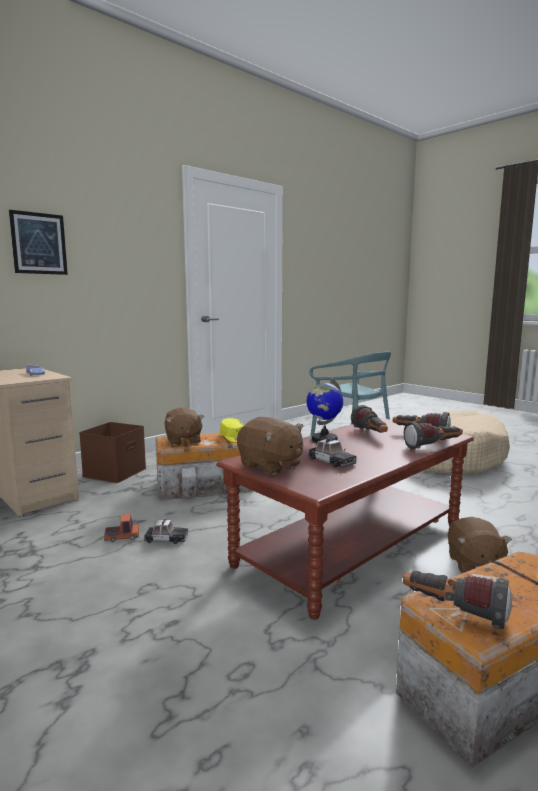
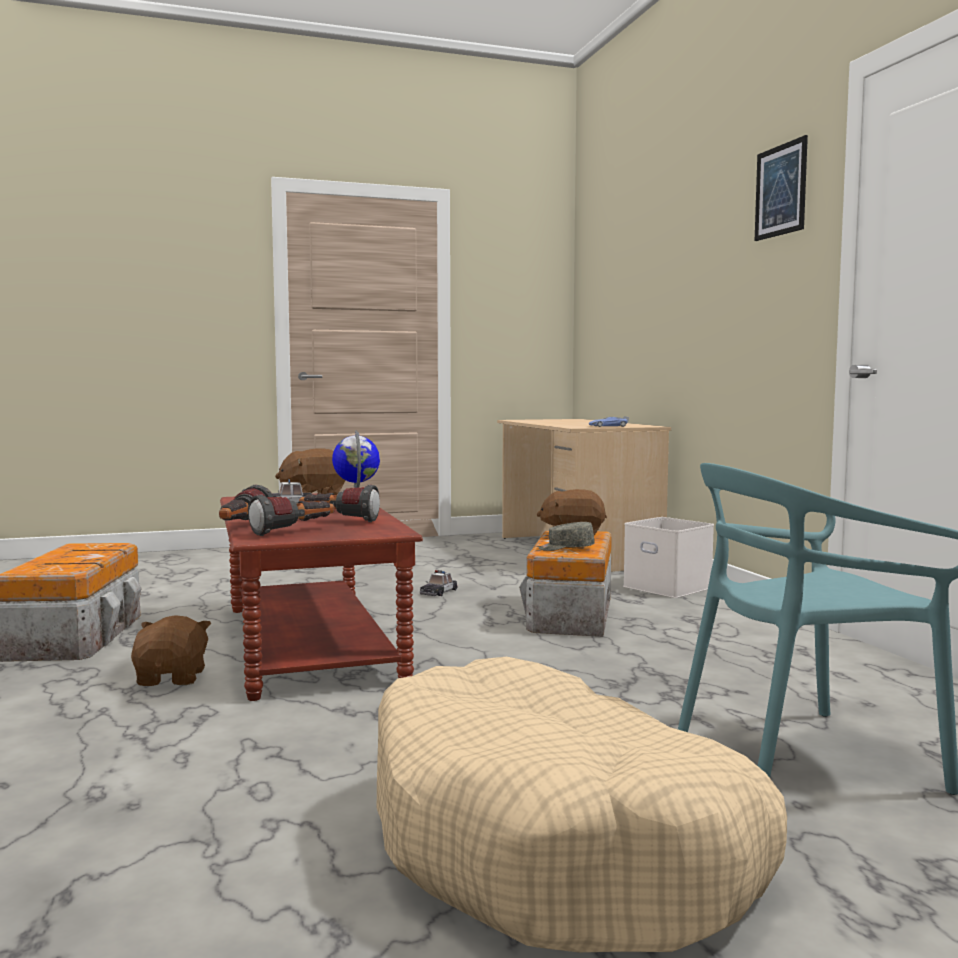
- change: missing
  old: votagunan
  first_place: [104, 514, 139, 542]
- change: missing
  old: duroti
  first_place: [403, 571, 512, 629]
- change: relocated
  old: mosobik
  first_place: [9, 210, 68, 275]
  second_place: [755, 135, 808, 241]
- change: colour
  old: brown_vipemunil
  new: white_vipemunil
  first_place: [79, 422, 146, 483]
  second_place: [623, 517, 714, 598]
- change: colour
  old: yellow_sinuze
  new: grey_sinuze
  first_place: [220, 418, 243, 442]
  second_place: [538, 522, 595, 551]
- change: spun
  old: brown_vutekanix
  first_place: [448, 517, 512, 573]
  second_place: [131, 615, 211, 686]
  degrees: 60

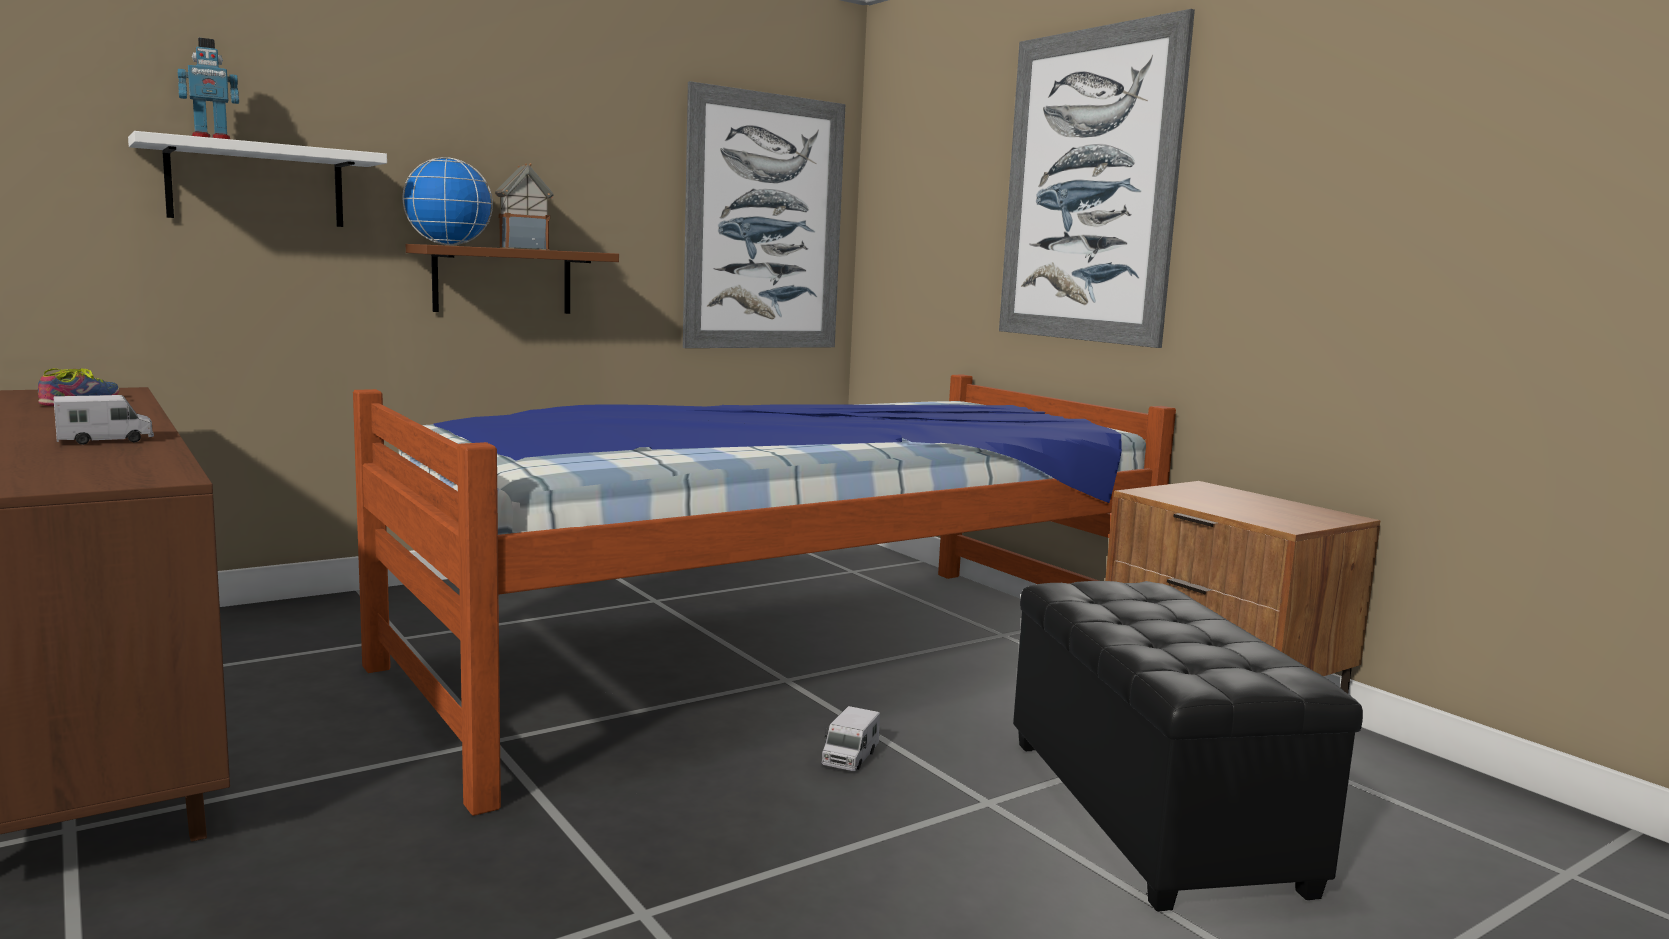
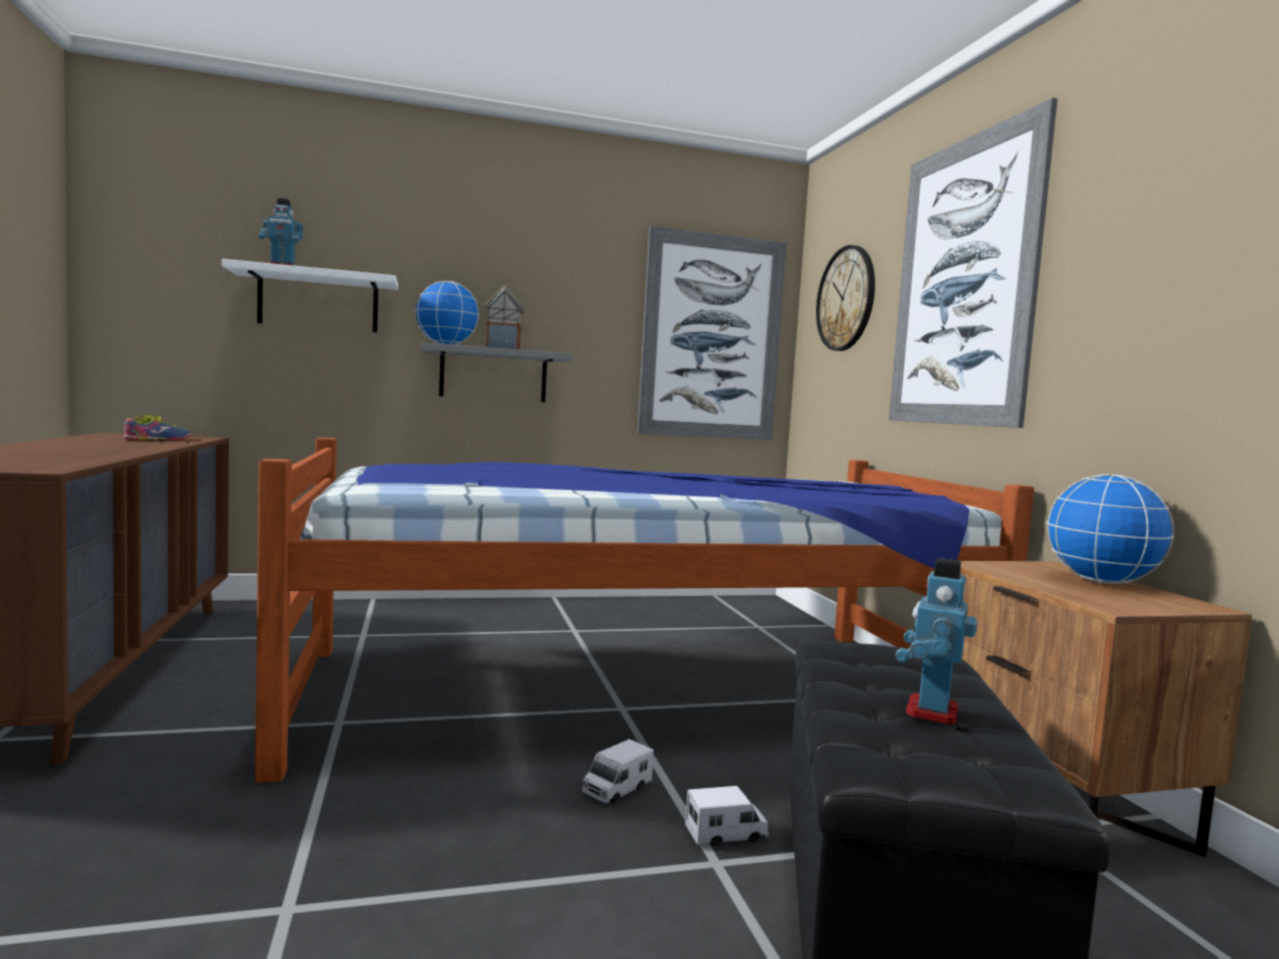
- change: appeared
  new: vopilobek
  second_place: [816, 245, 875, 351]
- change: appeared
  new: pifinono
  second_place: [895, 558, 977, 726]
- change: appeared
  new: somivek
  second_place: [1046, 474, 1174, 584]
- change: relocated
  old: votagunan
  first_place: [54, 395, 154, 445]
  second_place: [685, 786, 769, 846]
- change: colour
  old: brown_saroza
  new: grey_saroza
  first_place: [406, 244, 619, 314]
  second_place: [421, 342, 574, 402]

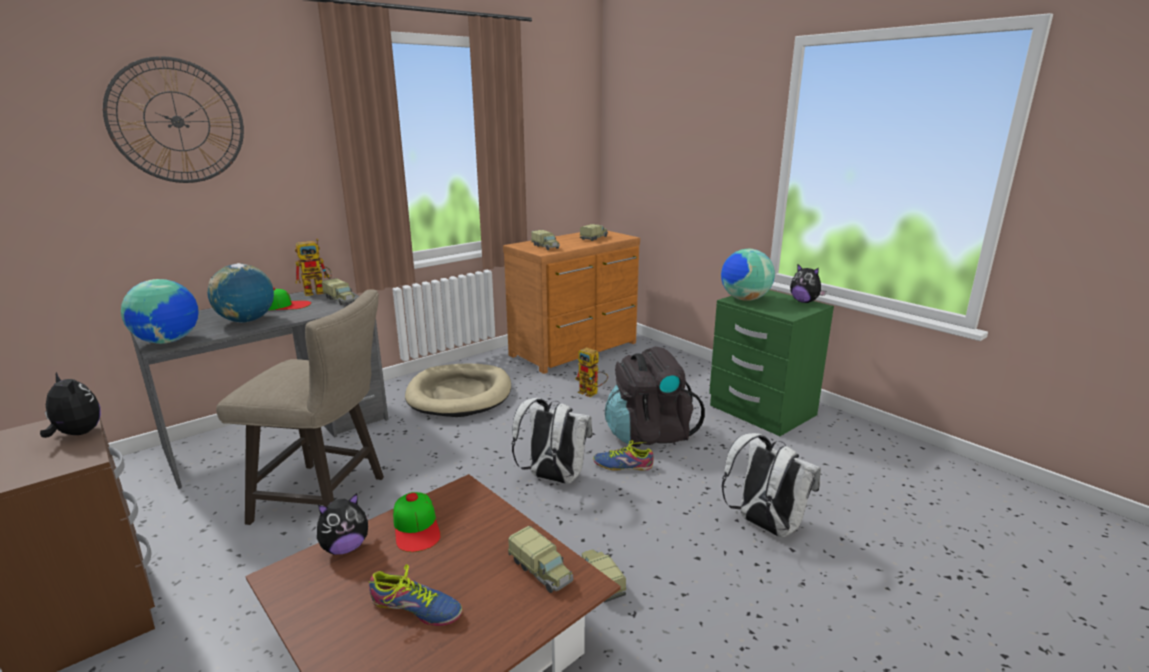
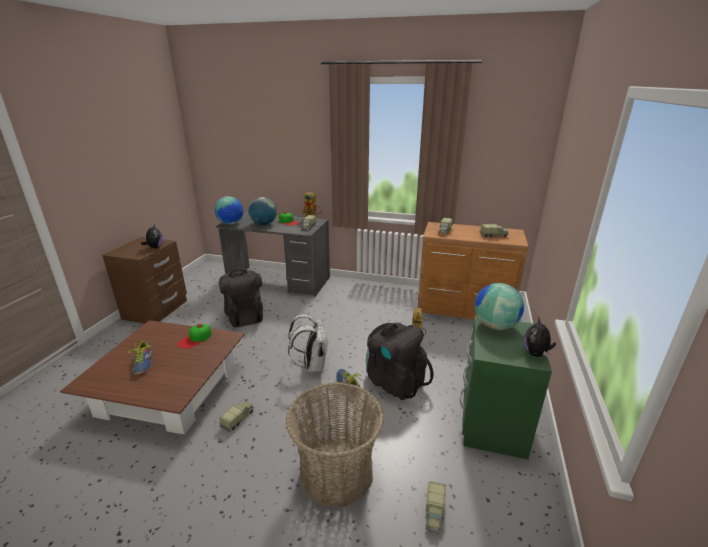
- change: missing
  old: vopilobek
  first_place: [103, 56, 244, 183]
- change: missing
  old: vutekanix
  first_place: [317, 493, 368, 555]
- change: missing
  old: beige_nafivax
  first_place: [405, 364, 511, 417]
- change: relocated
  old: votagunan
  first_place: [508, 526, 574, 593]
  second_place: [426, 481, 446, 534]
- change: exchanged
  old: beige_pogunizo
  new: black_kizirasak
  first_place: [216, 290, 384, 525]
  second_place: [219, 268, 263, 328]
- change: exchanged
  old: white_kizirasak
  new: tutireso
  first_place: [722, 433, 821, 538]
  second_place: [286, 382, 384, 507]

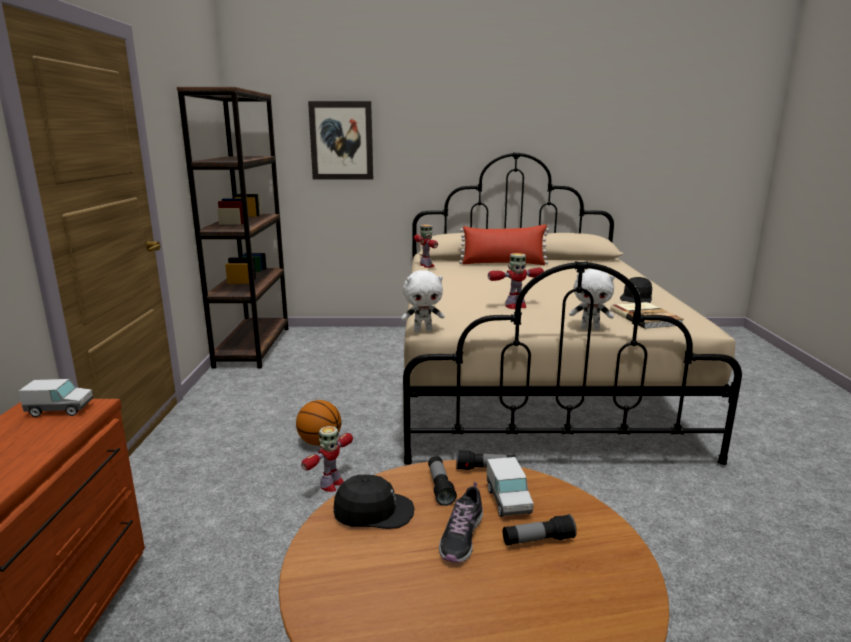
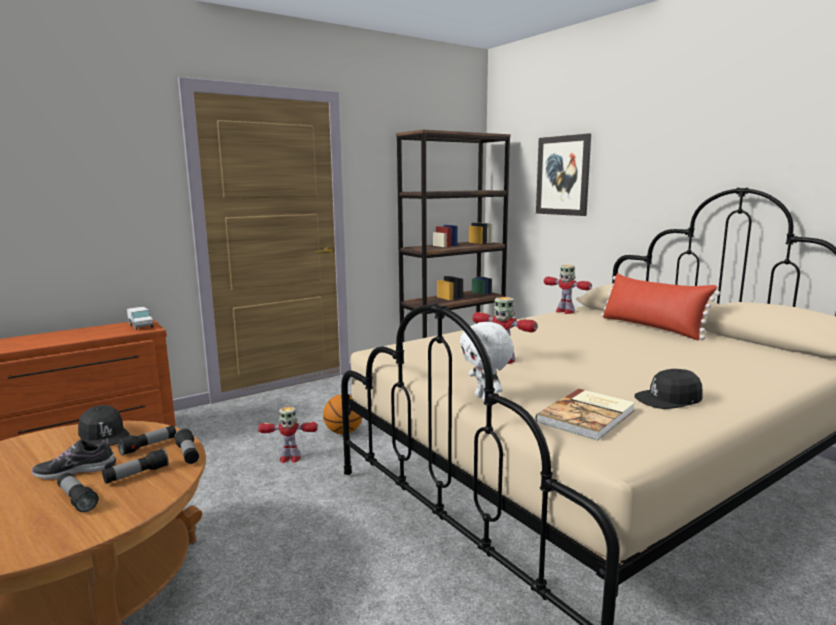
- change: missing
  old: white_vutekanix
  first_place: [401, 270, 445, 333]
- change: exchanged
  old: votagunan
  new: duroti
  first_place: [487, 457, 534, 517]
  second_place: [102, 448, 169, 484]
- change: spun
  old: pifinono
  first_place: [414, 225, 438, 268]
  second_place: [544, 265, 592, 314]
  degrees: 105

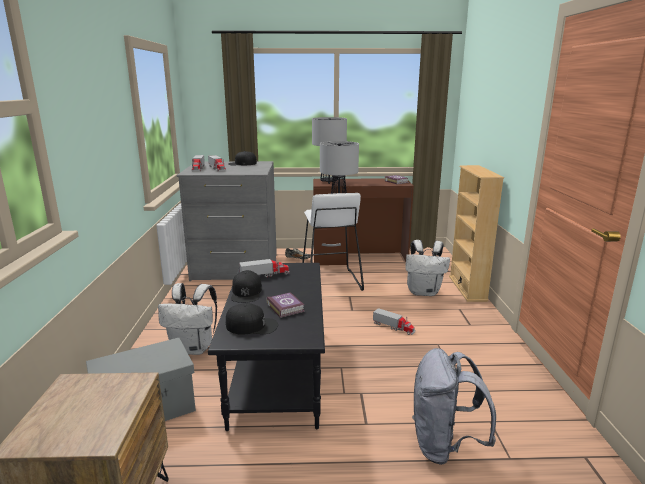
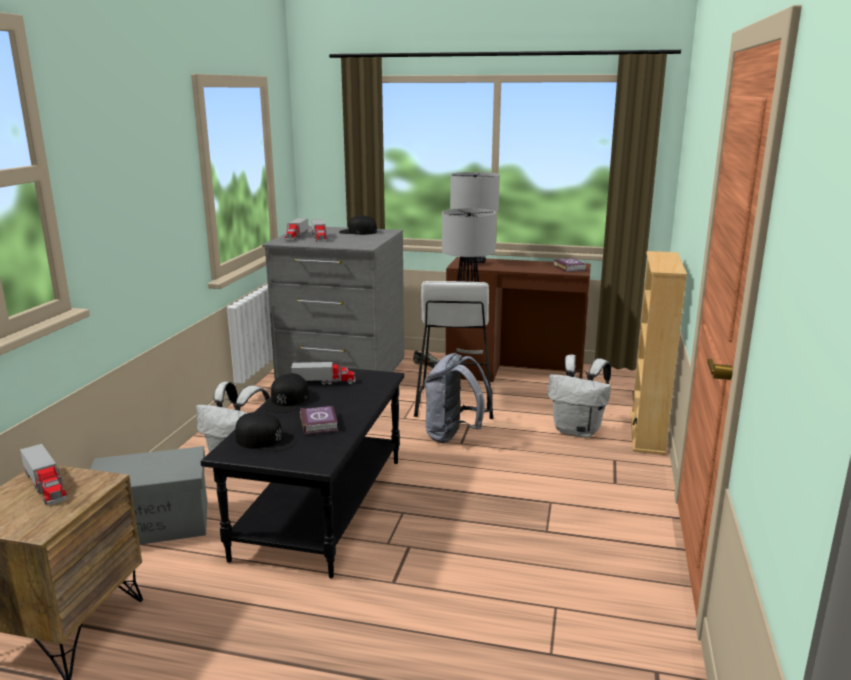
- change: relocated
  old: votagunan
  first_place: [373, 308, 415, 335]
  second_place: [20, 444, 67, 505]
- change: relocated
  old: grey_kizirasak
  first_place: [412, 348, 496, 465]
  second_place: [424, 353, 492, 443]

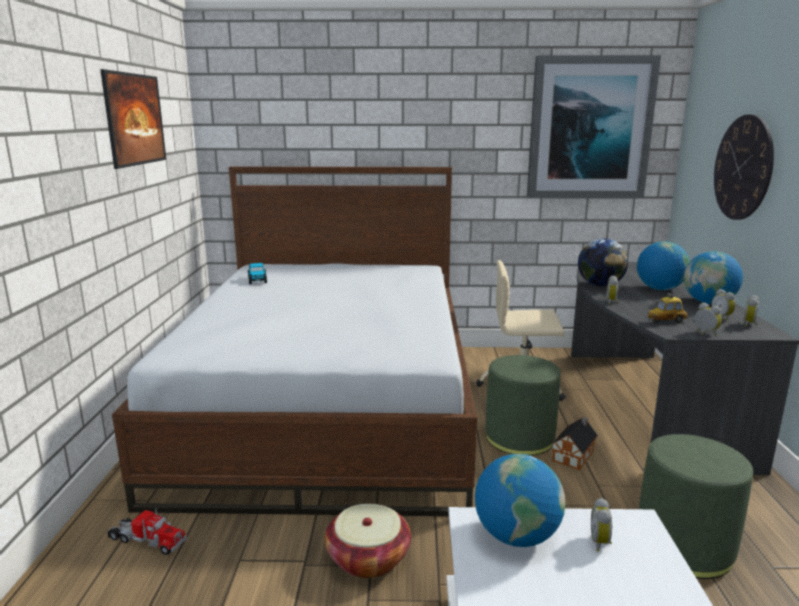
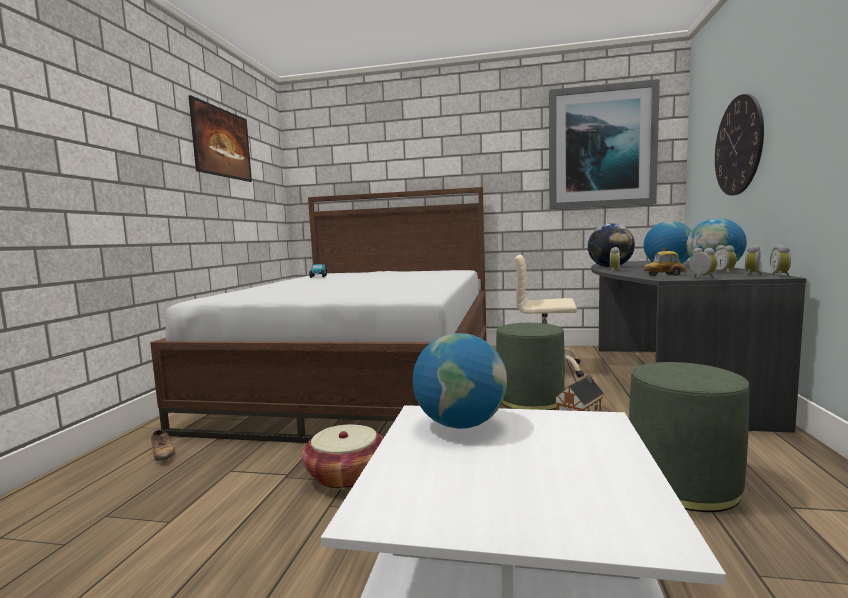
- change: relocated
  old: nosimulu
  first_place: [591, 498, 612, 552]
  second_place: [770, 245, 791, 277]
- change: exchanged
  old: votagunan
  new: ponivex
  first_place: [107, 508, 187, 555]
  second_place: [151, 430, 175, 461]

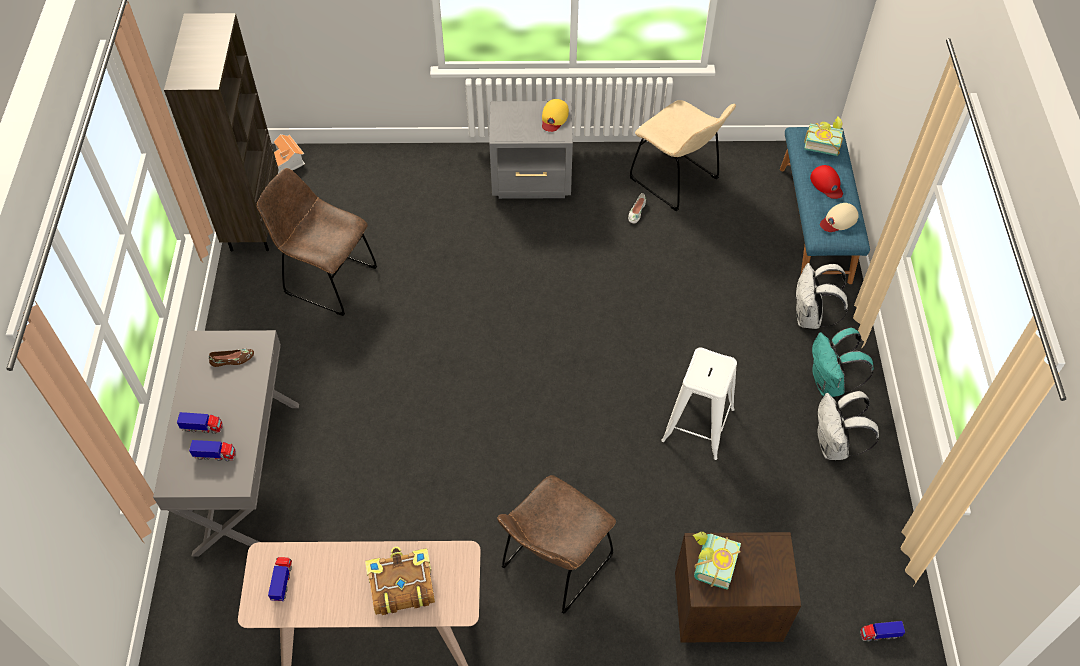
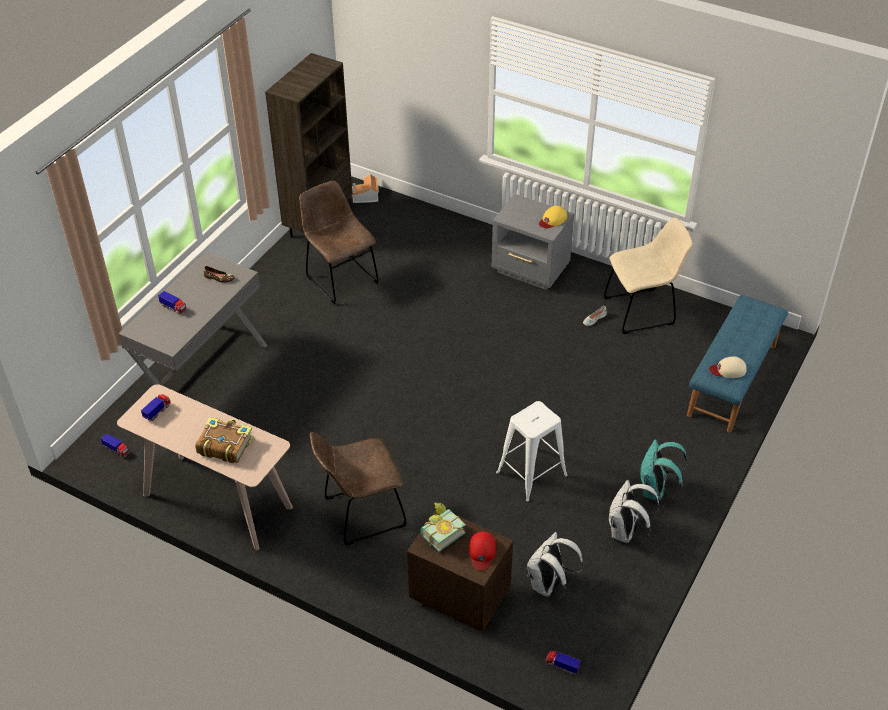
- change: missing
  old: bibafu
  first_place: [804, 116, 843, 156]
- change: relocated
  old: votagunan
  first_place: [189, 440, 236, 461]
  second_place: [101, 433, 129, 457]
- change: relocated
  old: white_kizirasak
  first_place: [795, 263, 848, 329]
  second_place: [526, 532, 583, 598]
- change: relocated
  old: red_sinuze
  first_place: [810, 165, 843, 199]
  second_place: [469, 532, 496, 570]
- change: spun
  old: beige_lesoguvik
  first_place: [629, 100, 736, 211]
  second_place: [604, 217, 693, 334]
  degrees: -90

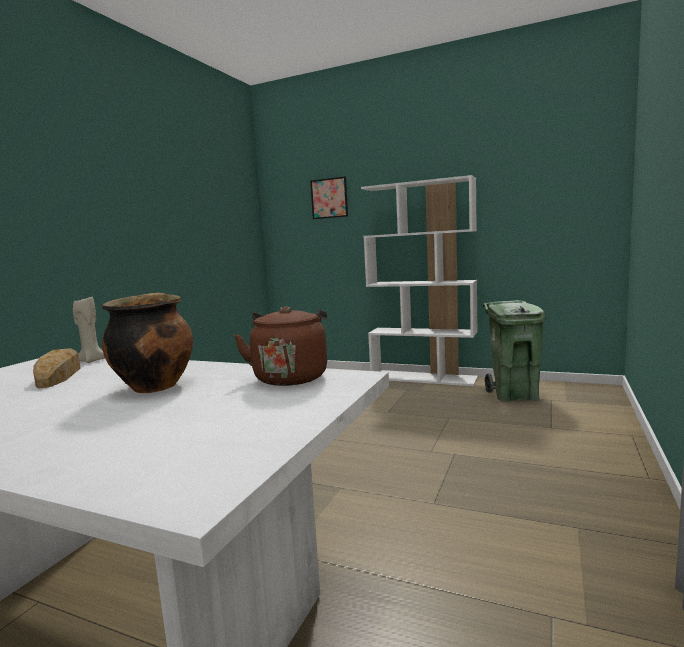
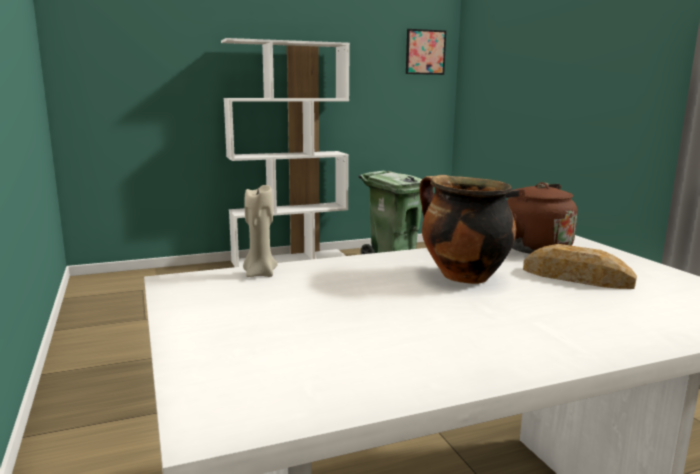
- change: relocated
  old: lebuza
  first_place: [33, 348, 81, 389]
  second_place: [523, 244, 637, 289]
- change: relocated
  old: mosobik
  first_place: [310, 176, 348, 219]
  second_place: [406, 29, 446, 75]

